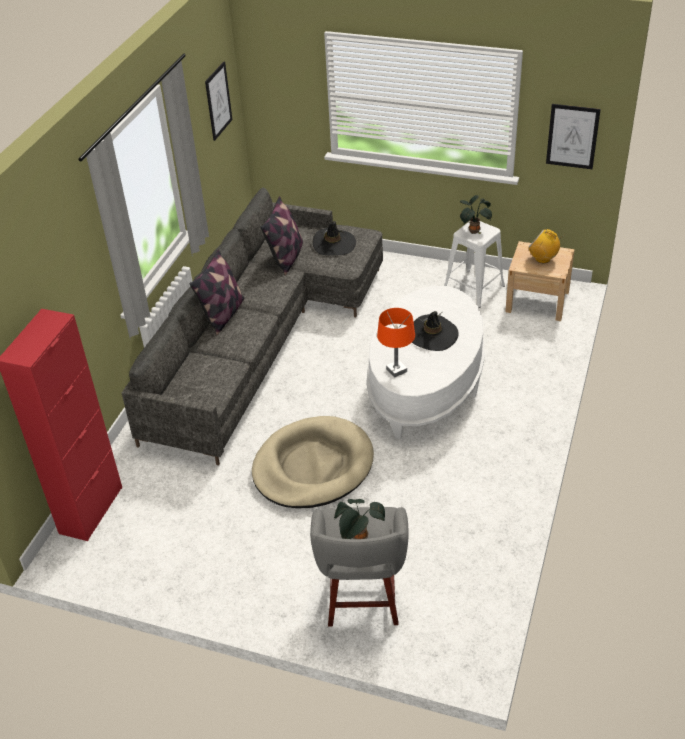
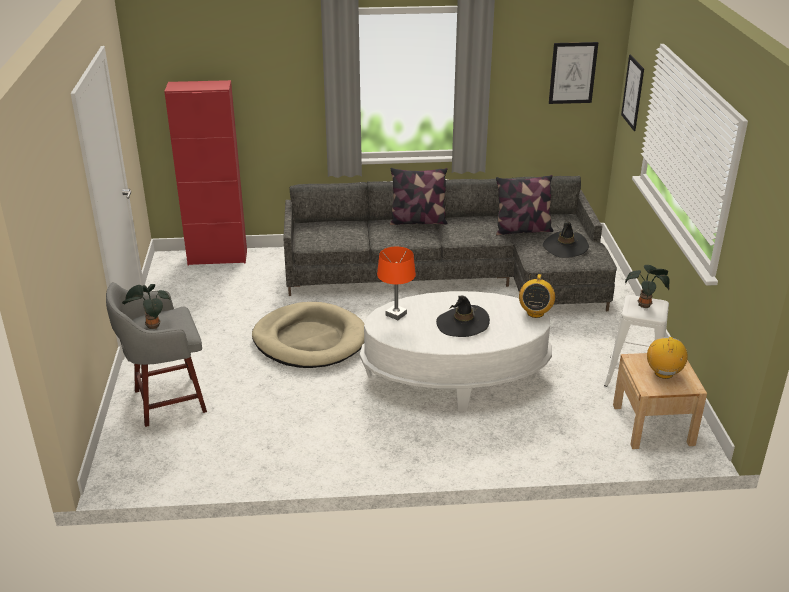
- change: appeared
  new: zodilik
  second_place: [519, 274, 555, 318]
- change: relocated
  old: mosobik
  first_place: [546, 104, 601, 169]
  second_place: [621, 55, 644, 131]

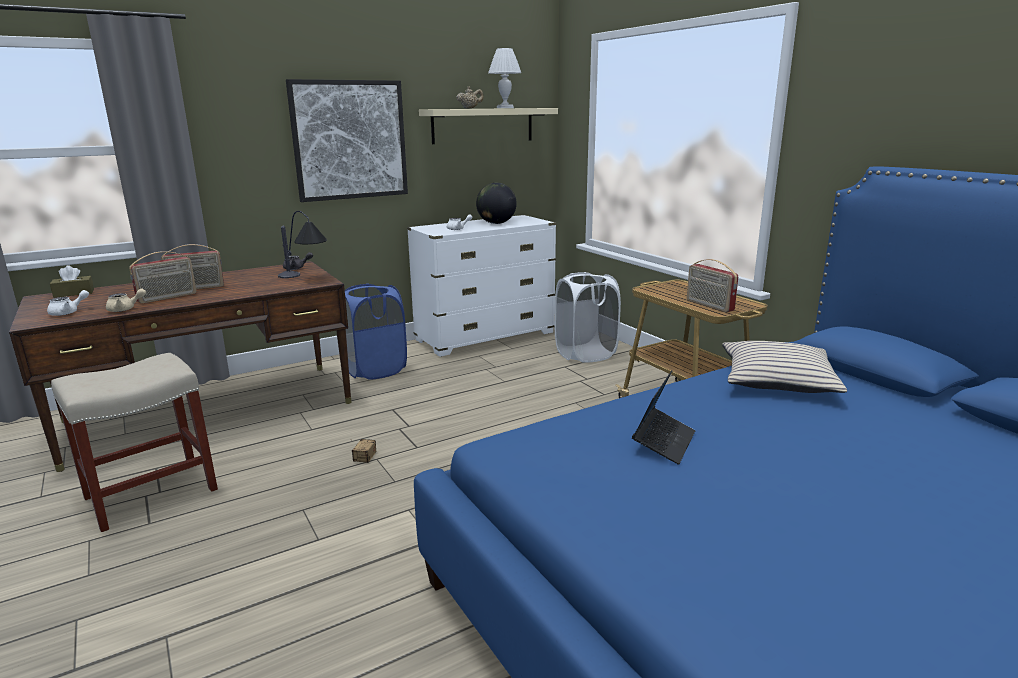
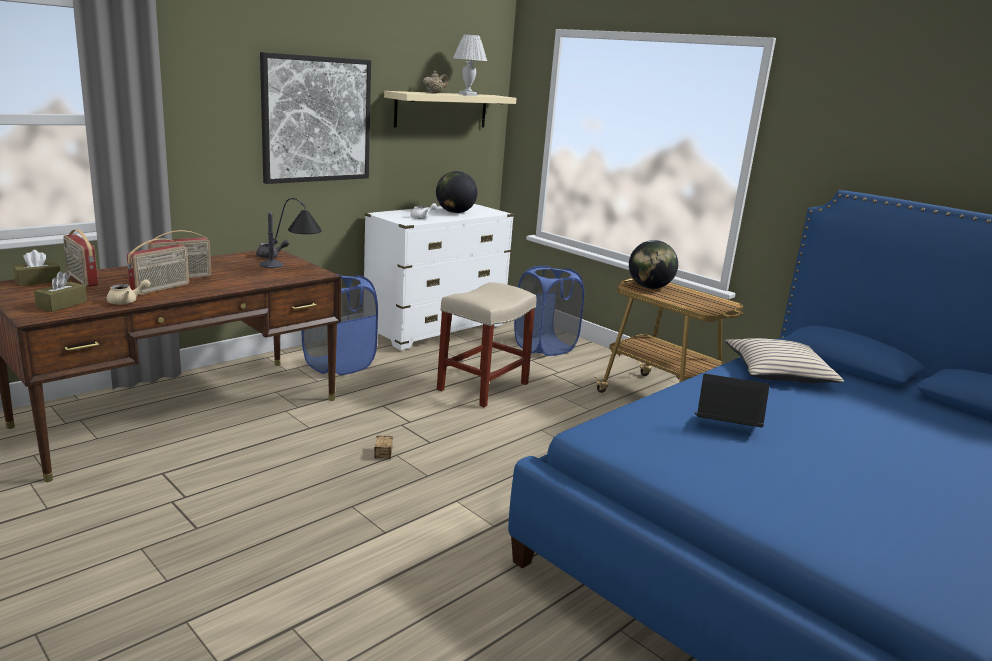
- change: appeared
  new: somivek
  second_place: [629, 240, 678, 289]
- change: relocated
  old: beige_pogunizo
  first_place: [51, 353, 218, 532]
  second_place: [437, 282, 536, 407]
- change: relocated
  old: zodilik
  first_place: [687, 259, 738, 312]
  second_place: [63, 229, 98, 287]
- change: exchanged
  old: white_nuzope
  new: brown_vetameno
  first_place: [47, 290, 89, 316]
  second_place: [34, 271, 87, 312]
- change: colour
  old: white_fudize
  new: blue_fudize
  first_place: [555, 272, 621, 363]
  second_place: [514, 266, 584, 356]
- change: spun
  old: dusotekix
  first_place: [632, 370, 695, 465]
  second_place: [694, 374, 770, 428]
  degrees: -90

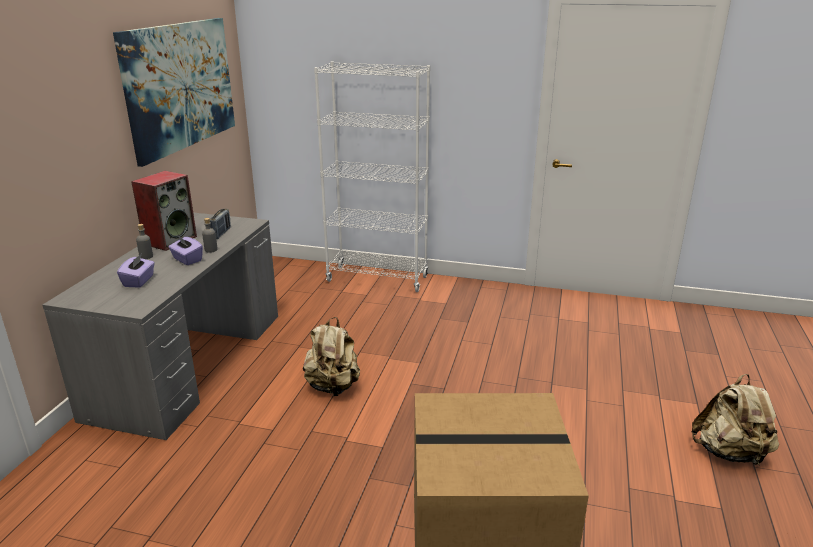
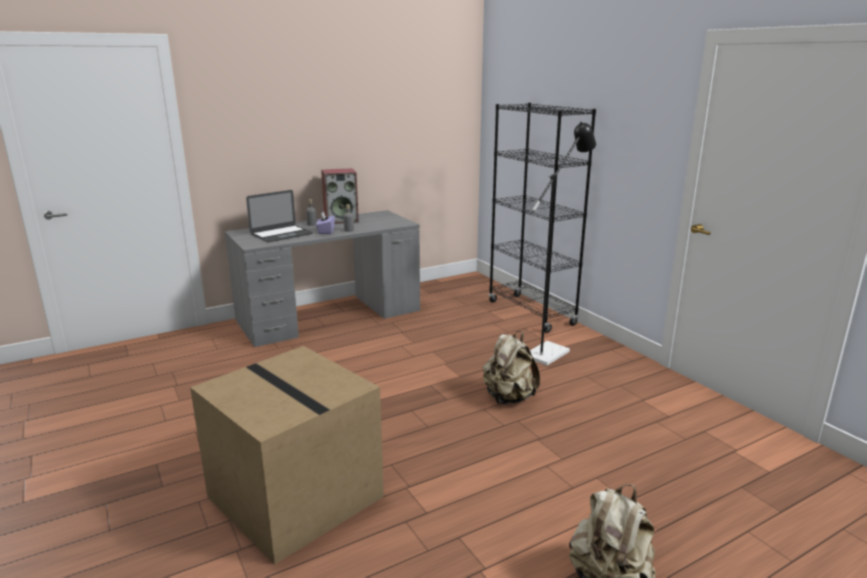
- change: missing
  old: mosobik
  first_place: [113, 18, 235, 167]
- change: missing
  old: zodilik
  first_place: [210, 209, 231, 239]
- change: appeared
  new: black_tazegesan
  second_place: [530, 122, 596, 366]
- change: relocated
  old: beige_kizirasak
  first_place: [303, 317, 360, 396]
  second_place: [483, 331, 540, 404]
- change: exchanged
  old: purple_vetameno
  new: dusotekix
  first_place: [117, 254, 155, 288]
  second_place: [246, 190, 313, 242]
- change: colour
  old: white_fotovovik
  new: black_fotovovik
  first_place: [314, 61, 430, 292]
  second_place: [488, 103, 596, 333]

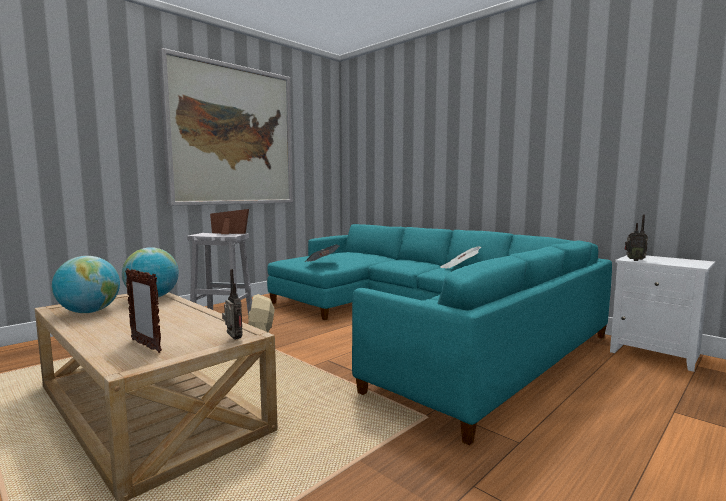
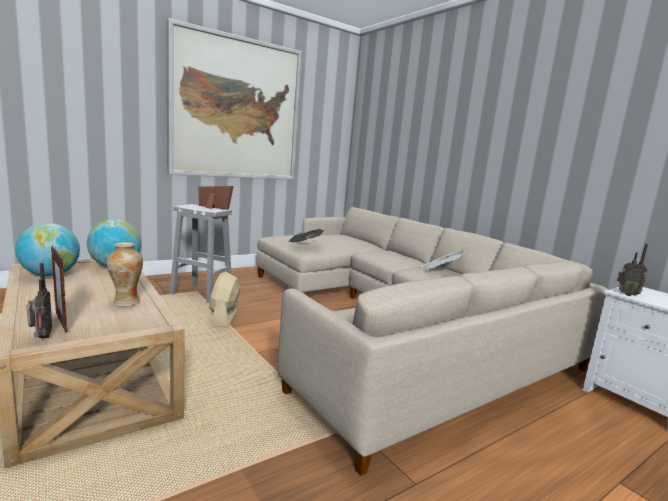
- change: appeared
  new: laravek
  second_place: [107, 242, 143, 307]
- change: relocated
  old: zodilik
  first_place: [222, 269, 243, 340]
  second_place: [27, 263, 52, 338]
- change: colour
  old: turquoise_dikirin
  new: beige_dikirin
  first_place: [267, 224, 612, 445]
  second_place: [256, 207, 608, 476]

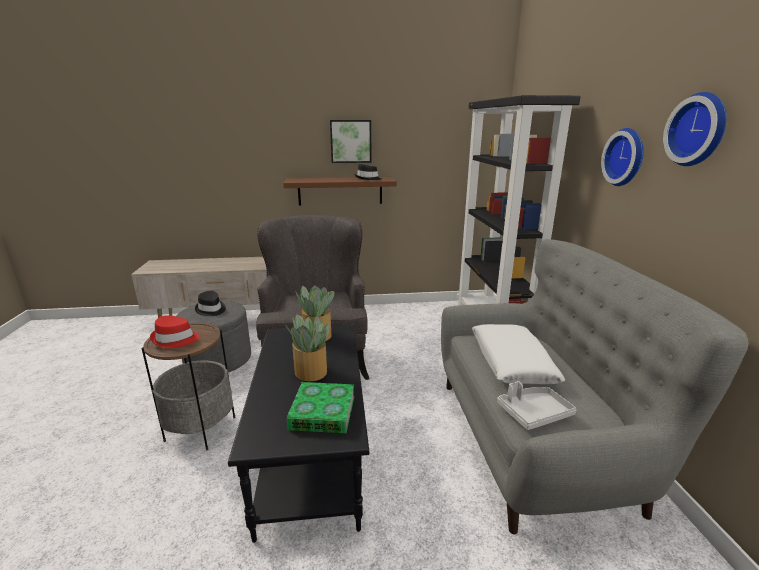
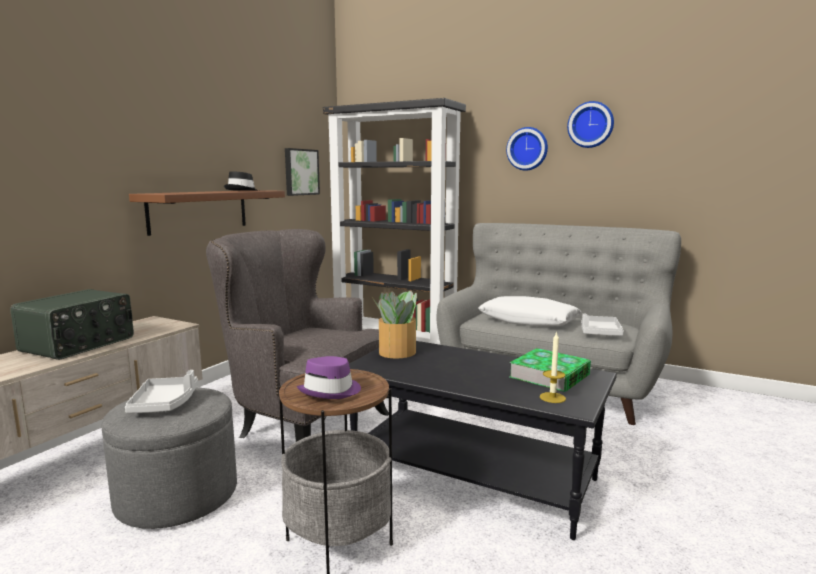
- change: missing
  old: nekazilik
  first_place: [285, 314, 329, 382]
- change: appeared
  new: zodilik
  second_place: [10, 289, 134, 360]
- change: appeared
  new: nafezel
  second_place: [540, 331, 566, 403]
- change: relocated
  old: mosobik
  first_place: [330, 120, 372, 163]
  second_place: [285, 148, 320, 196]
- change: exchanged
  old: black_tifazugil
  new: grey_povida
  first_place: [195, 291, 226, 316]
  second_place: [125, 370, 198, 413]
- change: colour
  old: red_tifazugil
  new: purple_tifazugil
  first_place: [150, 315, 200, 348]
  second_place: [297, 356, 361, 399]

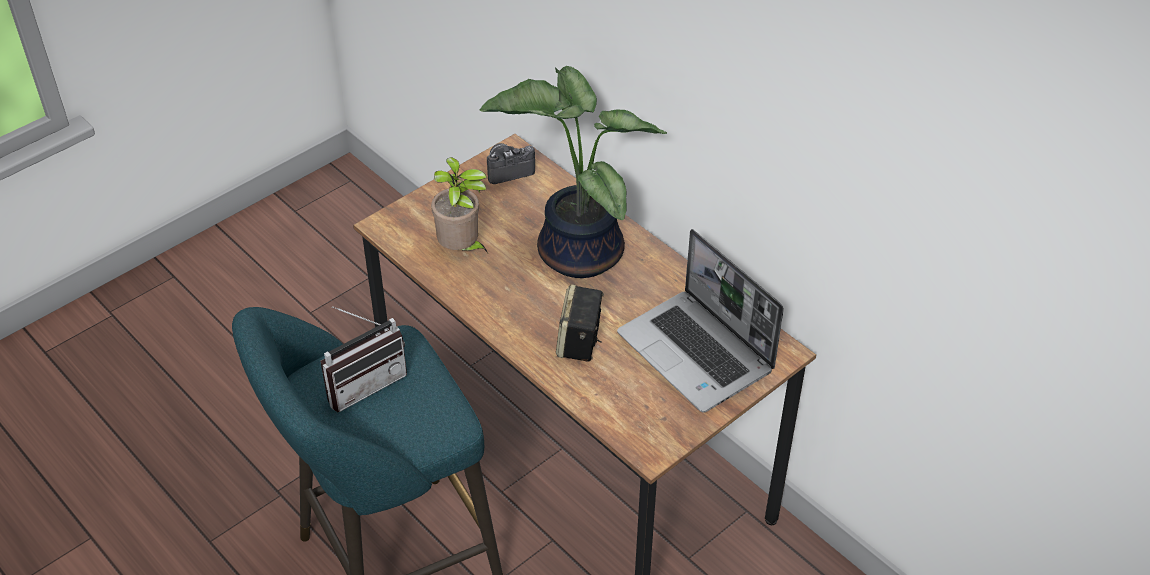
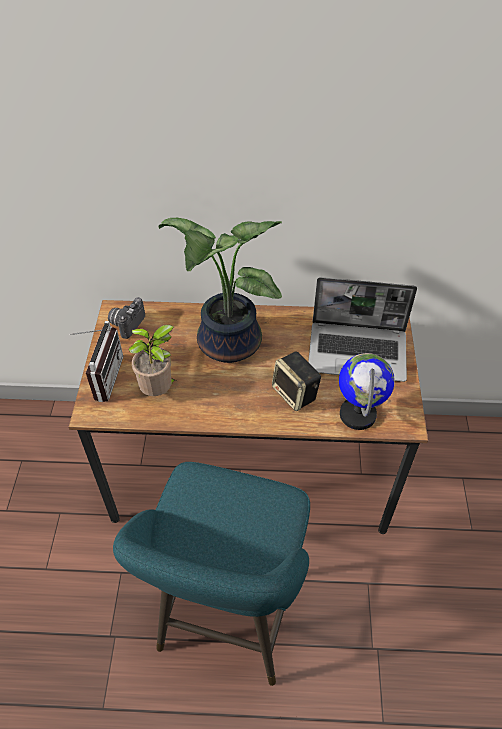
- change: appeared
  new: somivek
  second_place: [339, 353, 395, 430]
- change: relocated
  old: zodilik
  first_place: [320, 306, 407, 412]
  second_place: [69, 321, 123, 402]

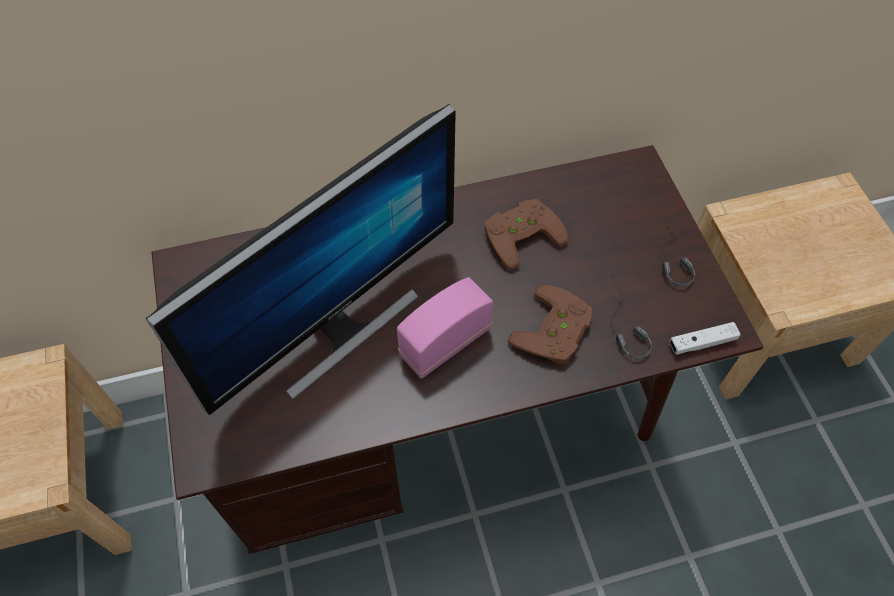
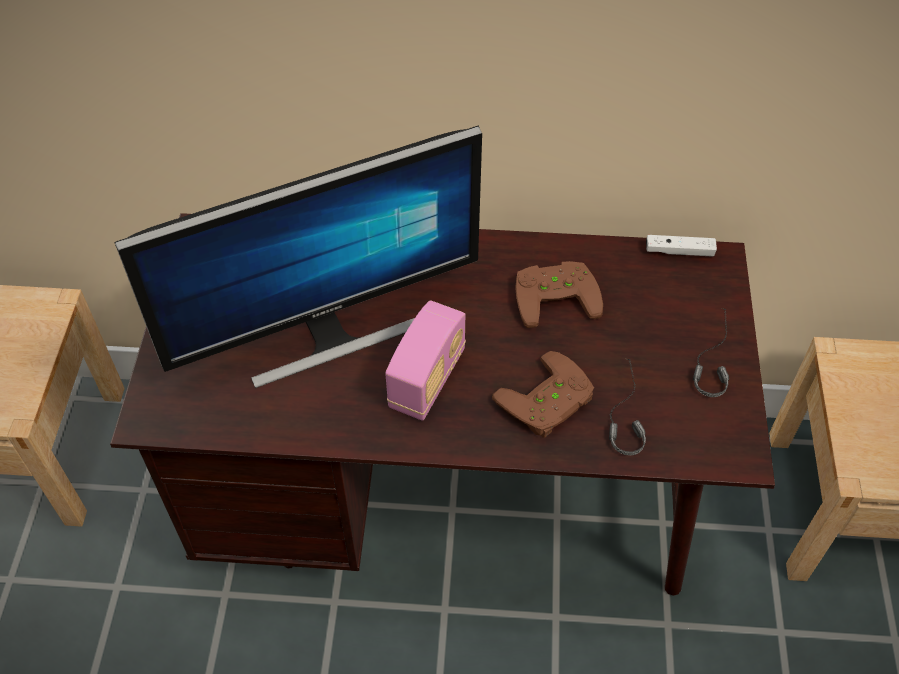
- change: relocated
  old: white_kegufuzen
  first_place: [670, 322, 741, 355]
  second_place: [646, 235, 717, 256]
- change: spun
  old: zodilik
  first_place: [397, 277, 493, 379]
  second_place: [385, 300, 466, 420]
  degrees: 135

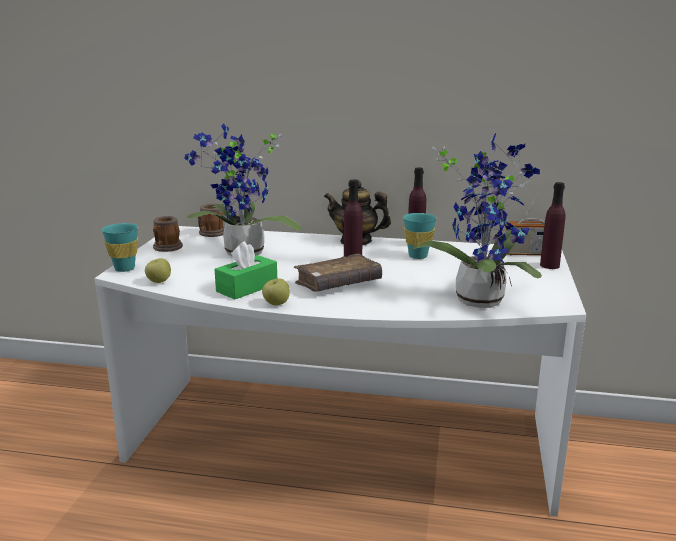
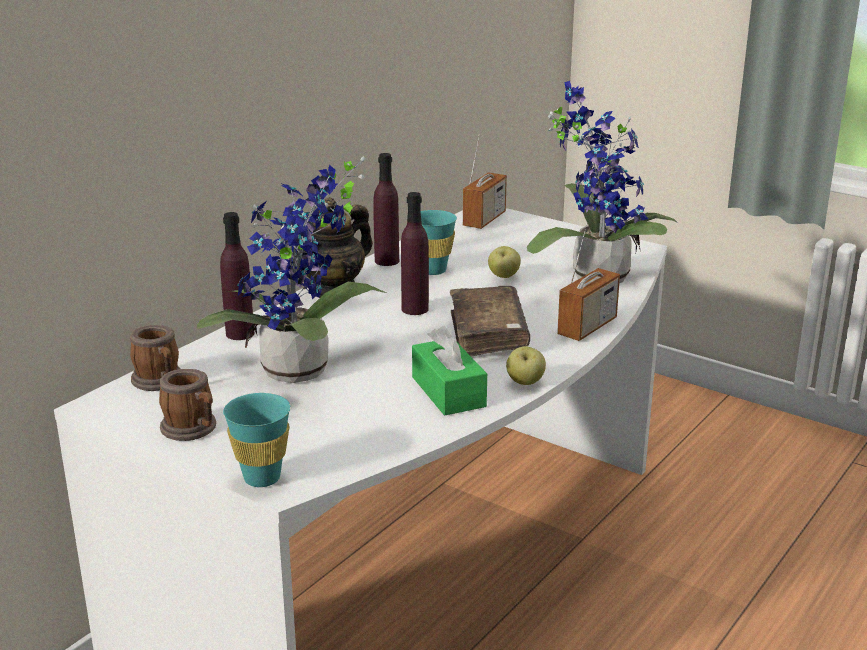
- change: appeared
  new: zodilik
  second_place: [557, 222, 620, 341]
- change: relocated
  old: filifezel
  first_place: [145, 258, 171, 283]
  second_place: [488, 246, 521, 278]
- change: relocated
  old: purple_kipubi
  first_place: [540, 182, 565, 269]
  second_place: [220, 212, 255, 340]

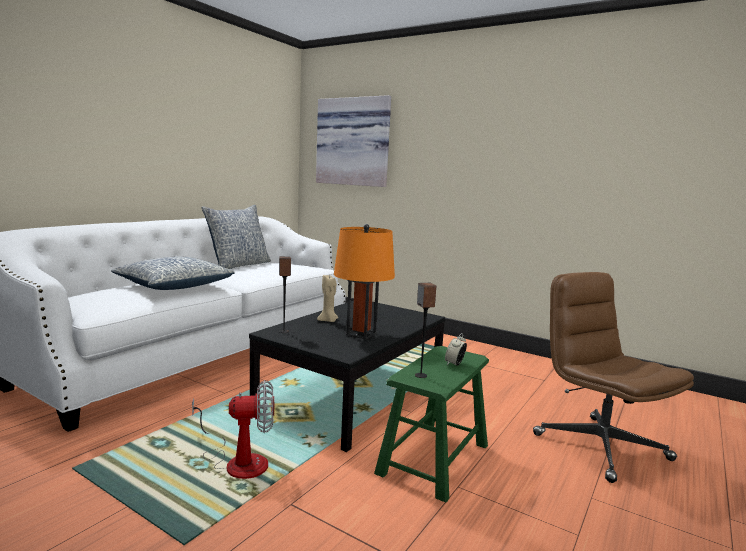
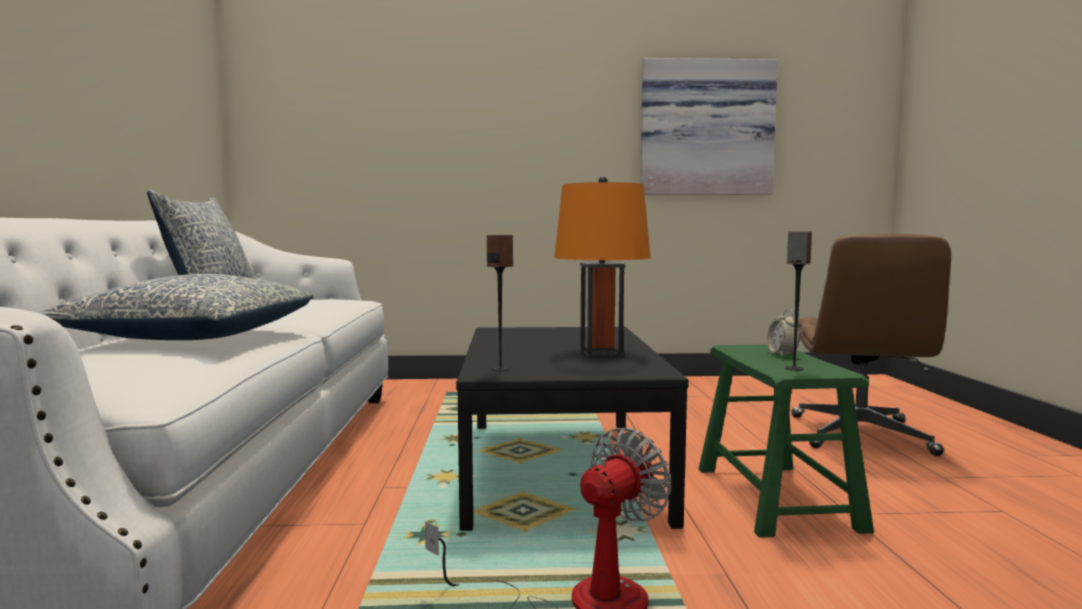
- change: missing
  old: beige_nafezel
  first_place: [317, 275, 338, 322]
- change: relocated
  old: mosobik
  first_place: [316, 95, 391, 187]
  second_place: [641, 58, 778, 195]
- change: spun
  old: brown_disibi
  first_place: [533, 272, 694, 483]
  second_place: [791, 233, 951, 456]
  degrees: -105

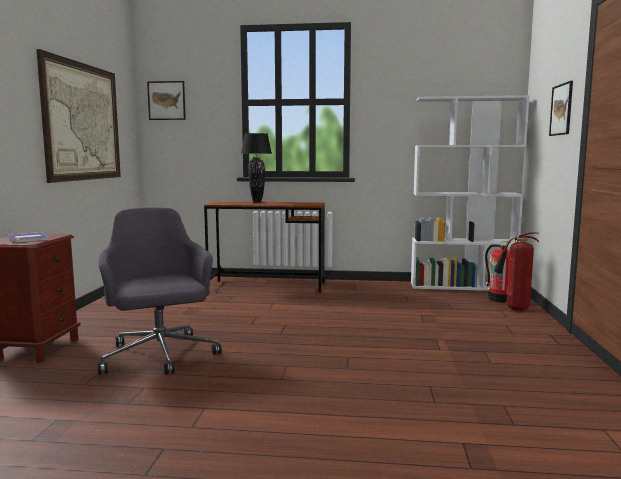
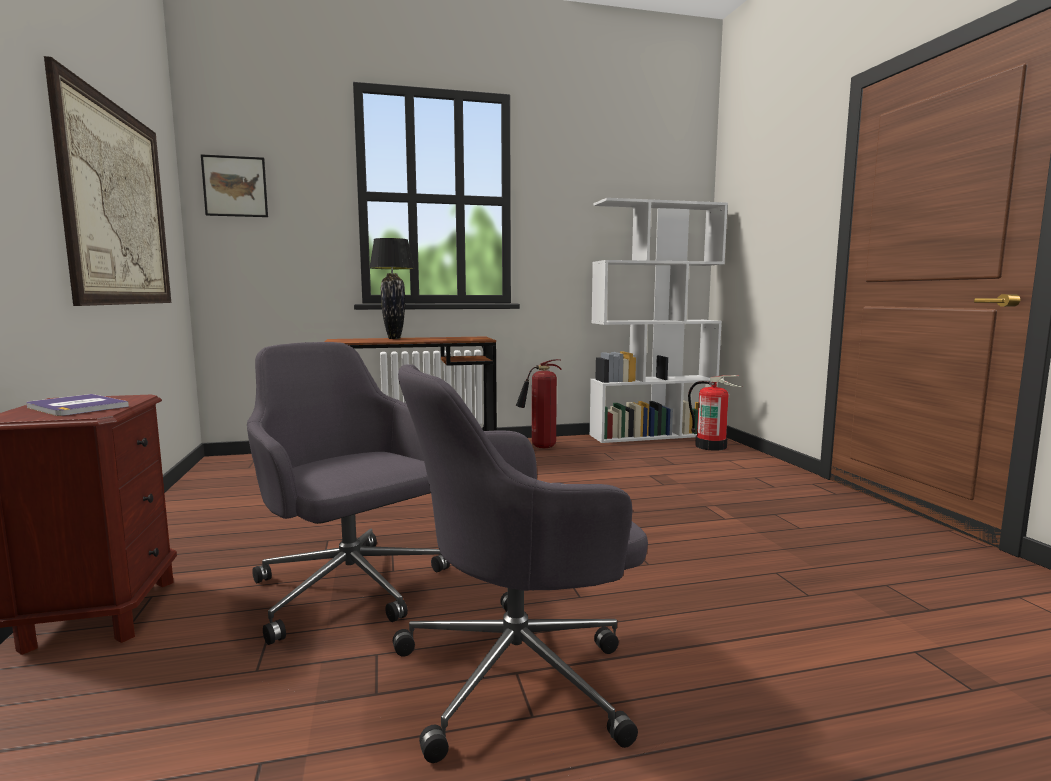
- change: missing
  old: mosobik
  first_place: [549, 81, 573, 136]
- change: appeared
  new: grey_disibi
  second_place: [393, 364, 648, 763]
- change: relocated
  old: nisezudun
  first_place: [494, 233, 539, 311]
  second_place: [516, 359, 561, 448]

